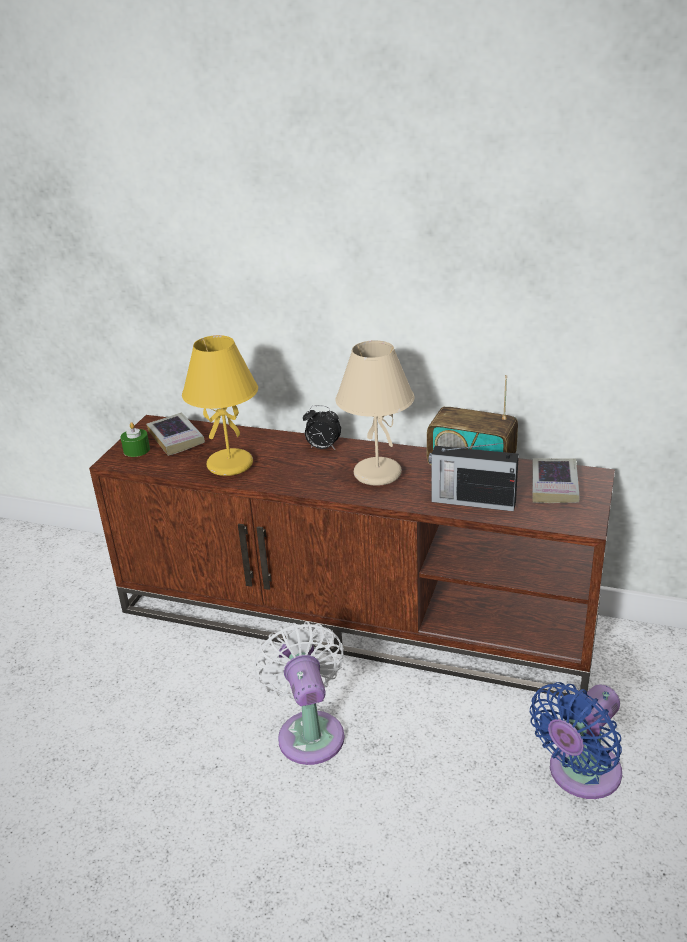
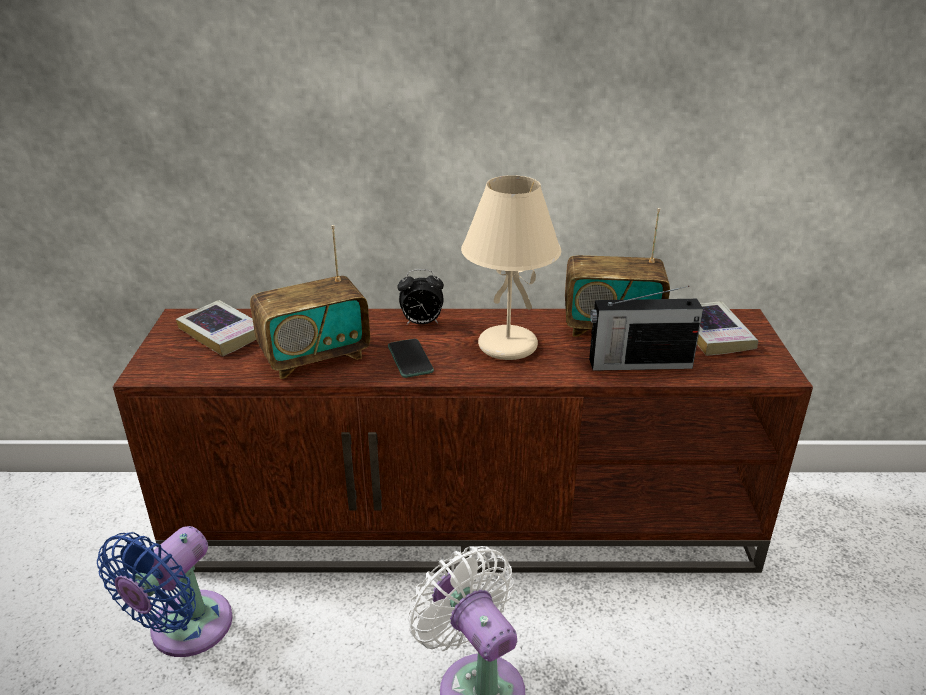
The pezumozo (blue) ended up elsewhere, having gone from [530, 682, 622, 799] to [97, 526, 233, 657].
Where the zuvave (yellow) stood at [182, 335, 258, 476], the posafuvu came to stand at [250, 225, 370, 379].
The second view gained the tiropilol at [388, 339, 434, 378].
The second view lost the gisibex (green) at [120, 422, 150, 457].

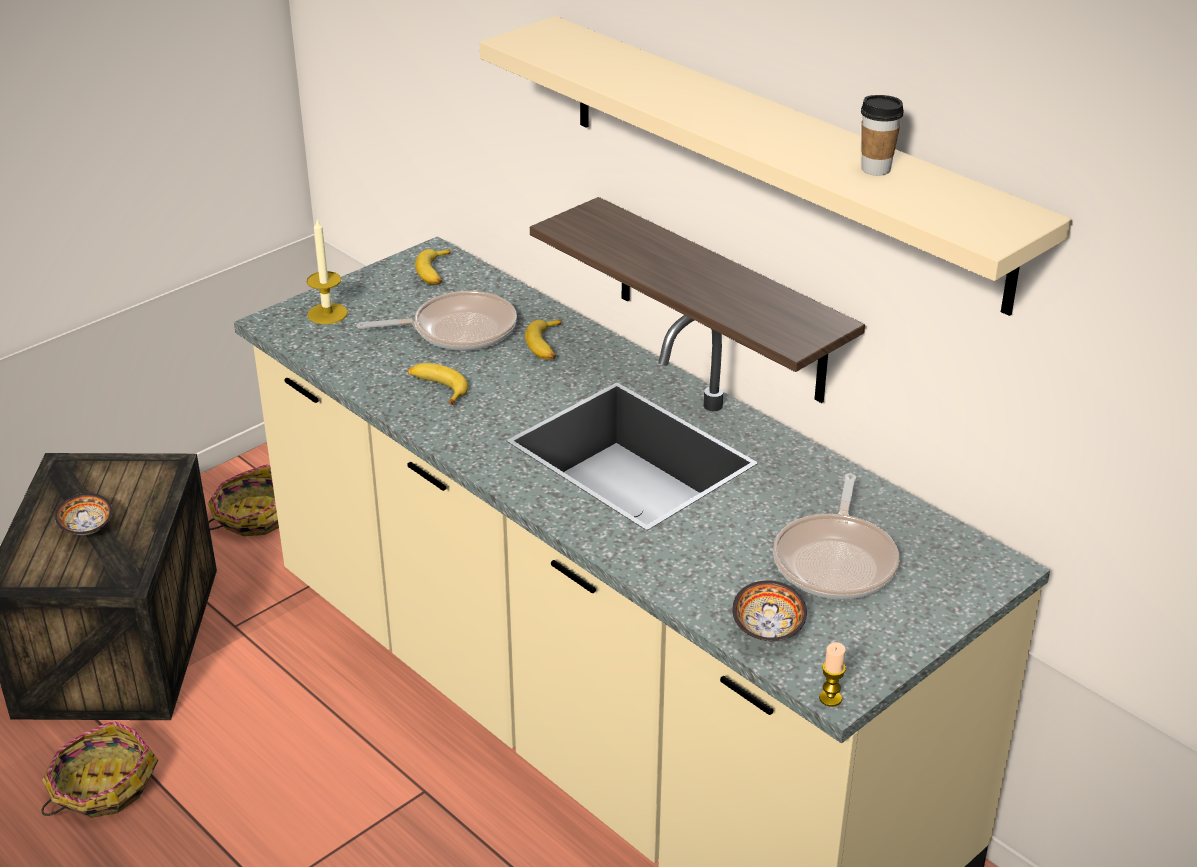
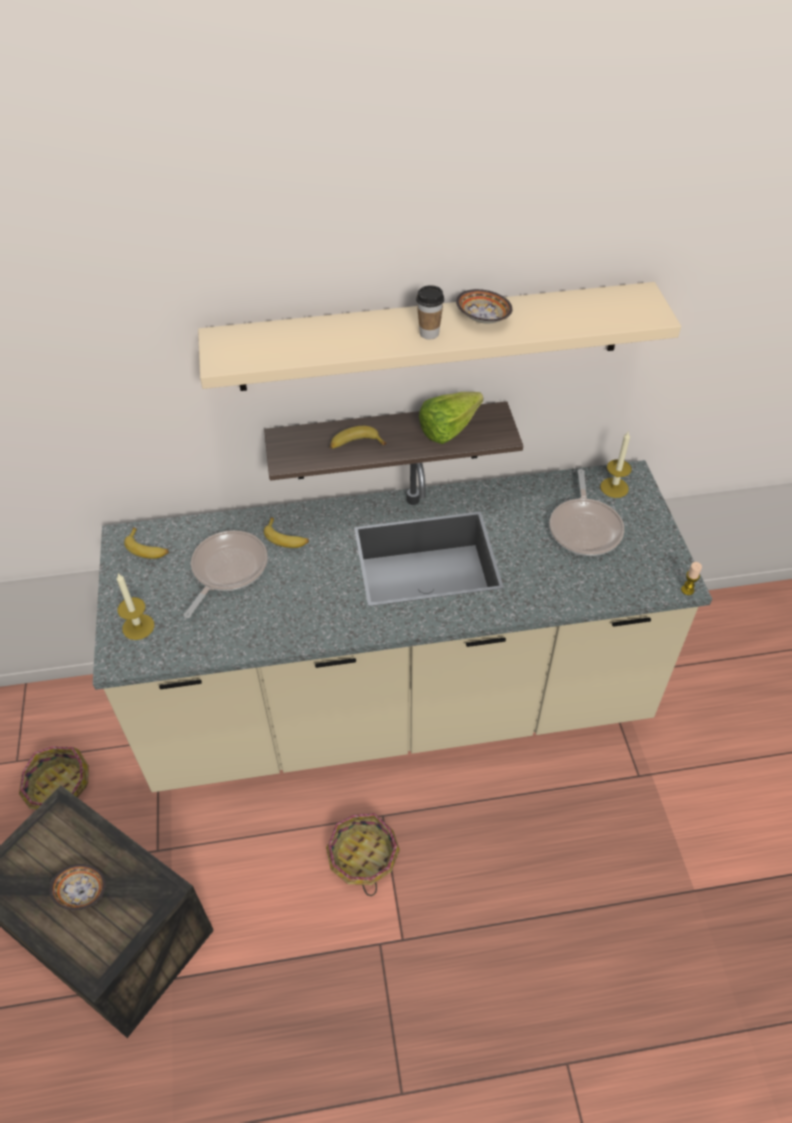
The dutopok ended up elsewhere, having gone from [41, 721, 159, 818] to [326, 813, 400, 896].
The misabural ended up elsewhere, having gone from [408, 363, 468, 405] to [330, 426, 387, 449].
The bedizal ended up elsewhere, having gone from [861, 95, 904, 176] to [416, 285, 444, 339].
The second view gained the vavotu at [419, 392, 483, 444].
The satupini ended up elsewhere, having gone from [732, 580, 807, 641] to [456, 289, 512, 324].
The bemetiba at [773, 473, 899, 599] ended up facing another way, 45 degrees clockwise from before.
The second view gained the gisibex at [600, 432, 632, 498].

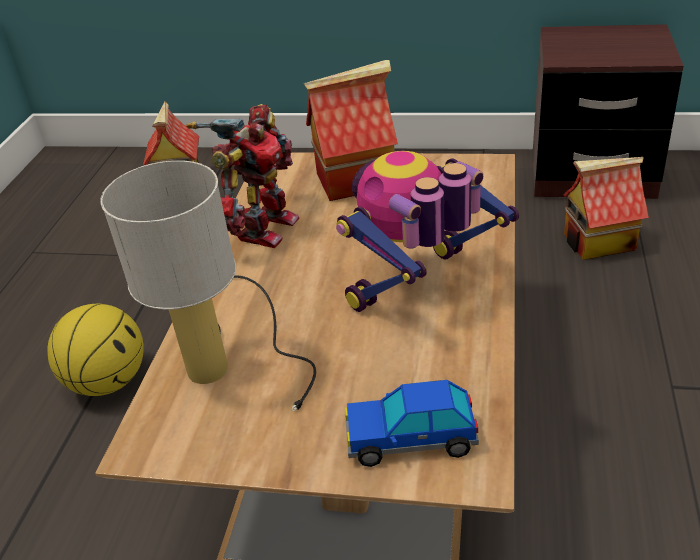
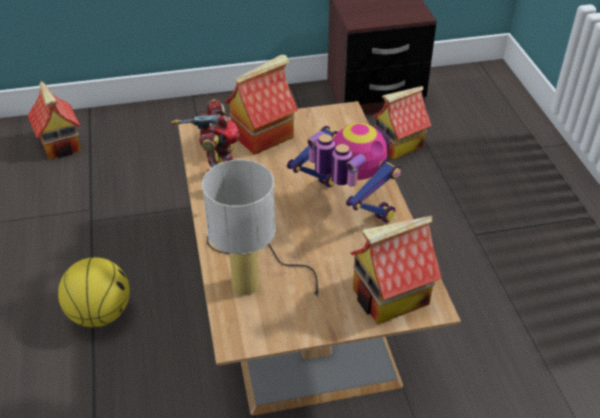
The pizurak at [336, 151, 519, 312] ended up facing another way, 105 degrees clockwise from before.
Where the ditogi stood at [345, 380, 479, 467], the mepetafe came to stand at [351, 216, 442, 324].

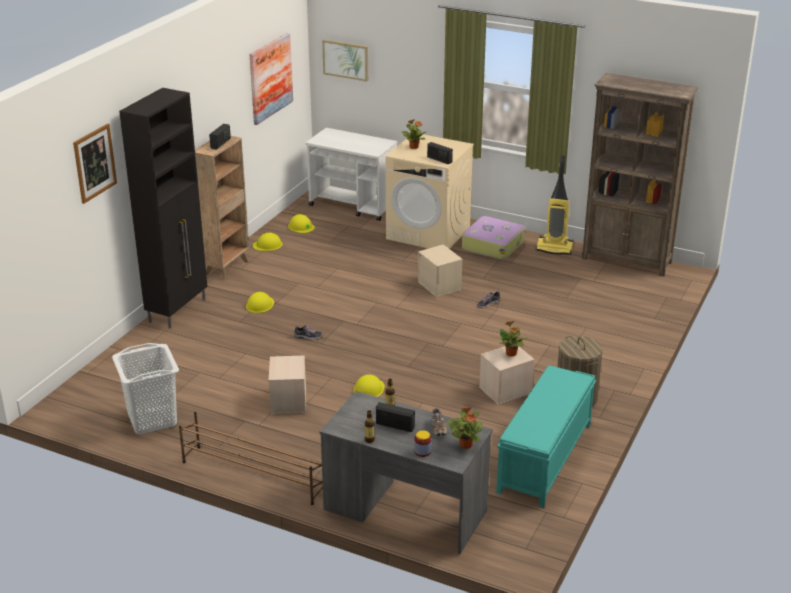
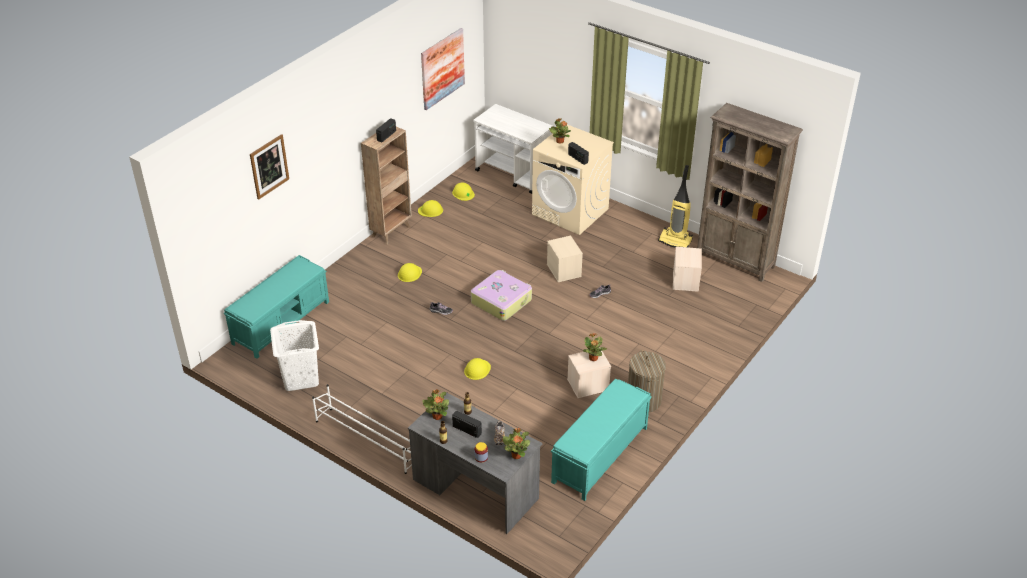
The second view gained the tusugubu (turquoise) at [224, 255, 329, 359].
What was the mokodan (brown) at [179, 412, 323, 505] turned into the mokodan (white) at [312, 384, 412, 474].
The second view gained the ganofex at [422, 389, 449, 420].
The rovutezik ended up elsewhere, having gone from [462, 216, 525, 260] to [471, 270, 532, 321].
The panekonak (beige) ended up elsewhere, having gone from [269, 355, 306, 414] to [673, 247, 702, 292].
The second view lost the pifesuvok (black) at [119, 88, 208, 329].
The second view lost the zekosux at [322, 39, 368, 82].

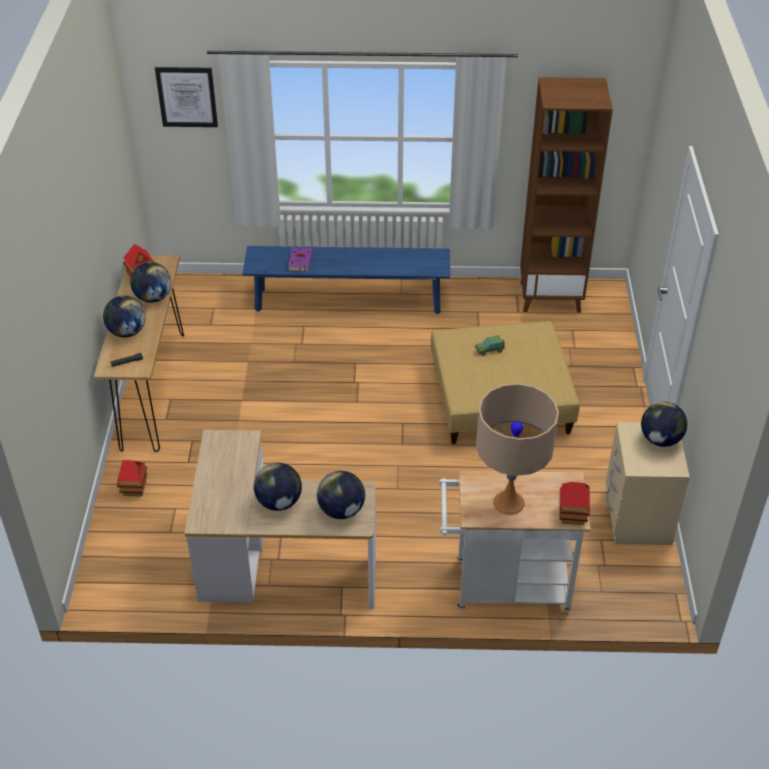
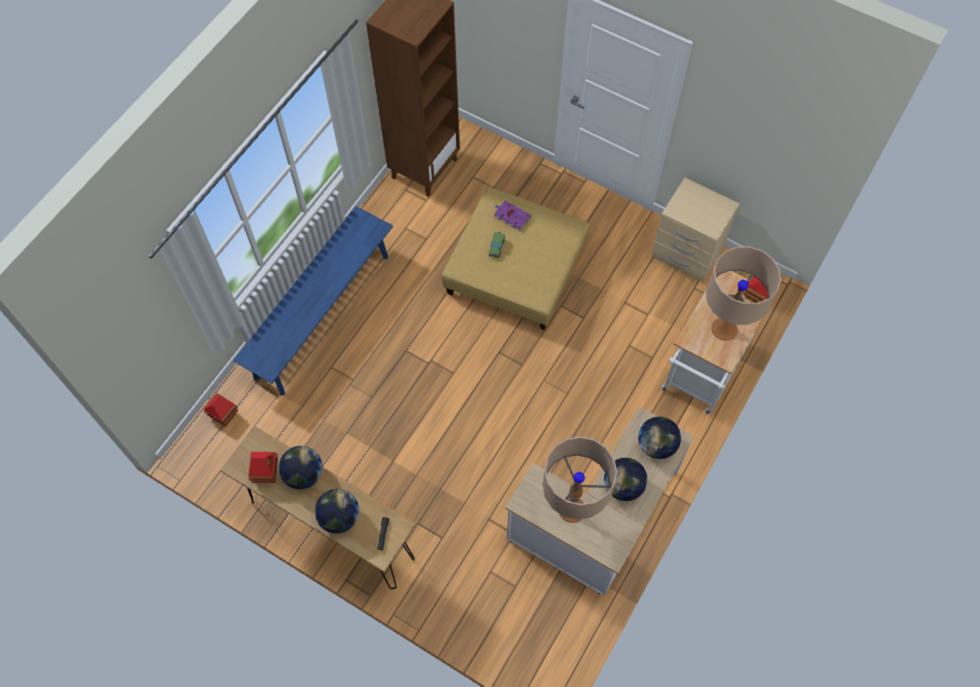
The mepetafe ended up elsewhere, having gone from [117, 460, 147, 497] to [204, 393, 238, 426].
The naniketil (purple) ended up elsewhere, having gone from [288, 247, 313, 272] to [494, 201, 531, 231].
The second view gained the zuvave (beige) at [542, 436, 617, 523].
The second view lost the zekosux at [155, 67, 218, 127].
The second view lost the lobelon at [641, 402, 687, 447].

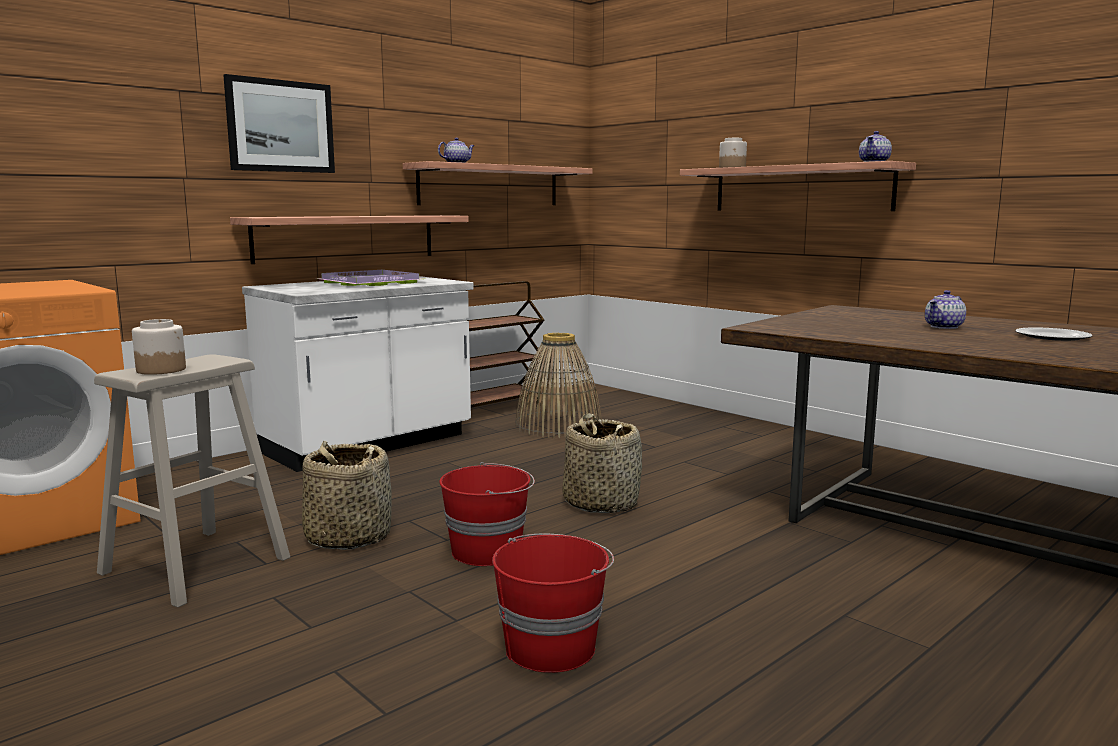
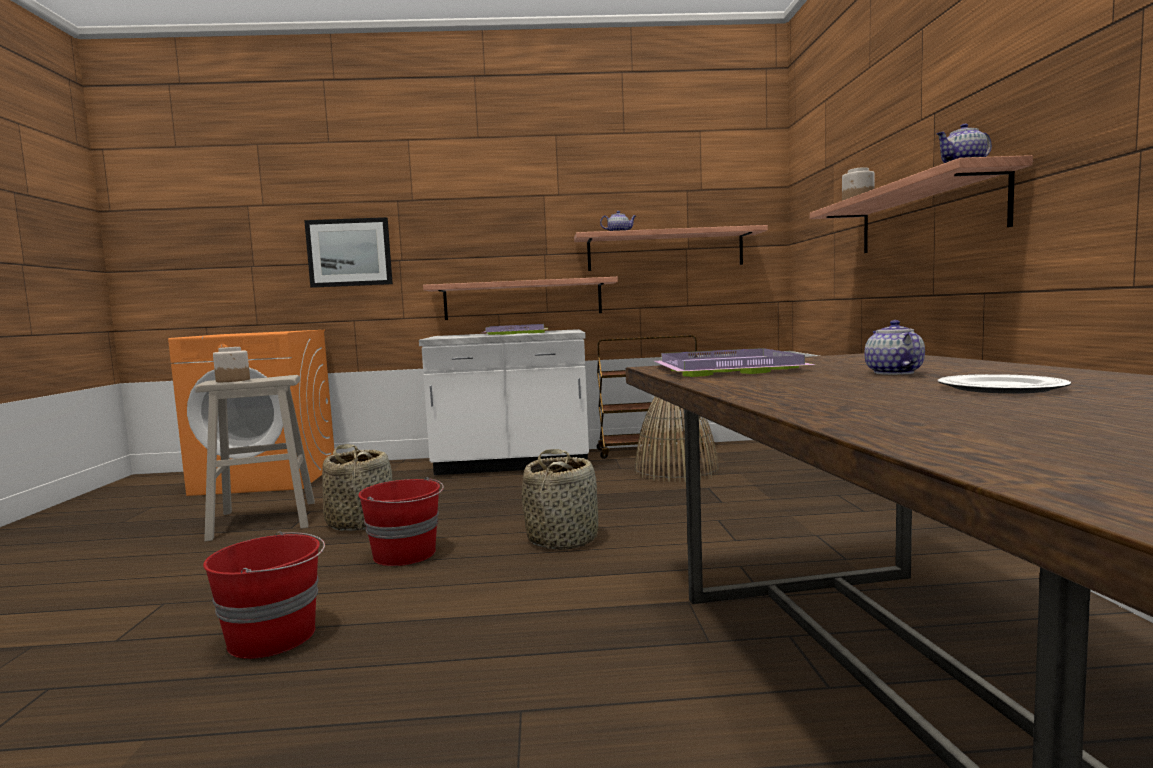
The zekosux ended up elsewhere, having gone from [223, 74, 335, 173] to [304, 217, 393, 288].
The second view gained the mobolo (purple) at [654, 348, 816, 377].
The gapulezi at [925, 290, 966, 329] ended up facing another way, 90 degrees clockwise from before.

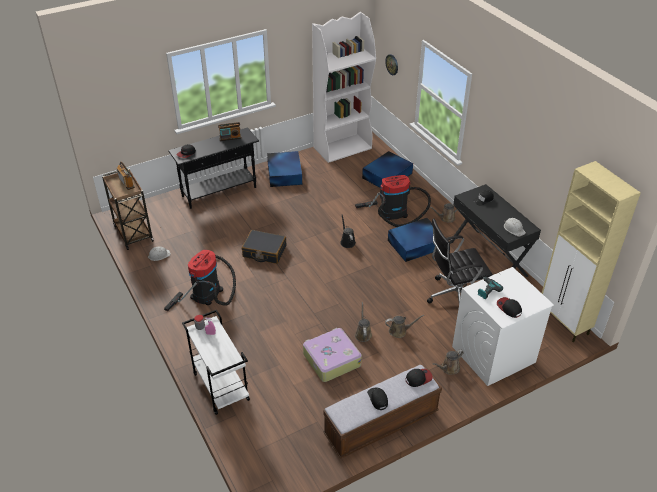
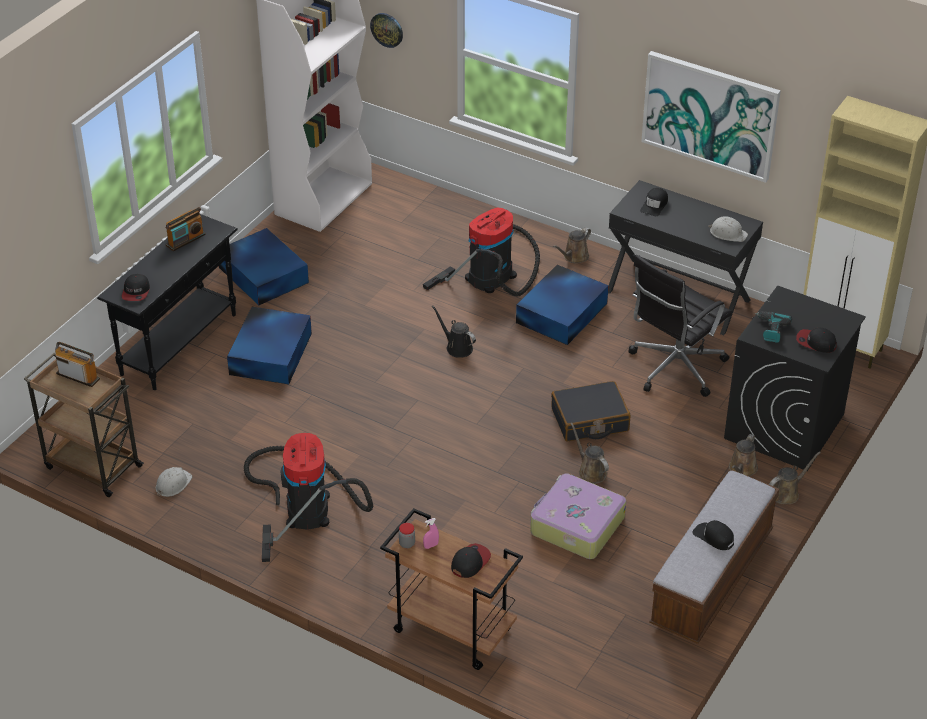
The panekonak (blue) ended up elsewhere, having gone from [362, 151, 413, 188] to [227, 307, 312, 384].
What was the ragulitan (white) at [182, 309, 250, 415] turned into the ragulitan (brown) at [380, 508, 523, 670].
The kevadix ended up elsewhere, having gone from [405, 369, 433, 387] to [451, 543, 491, 578].
The rovutezik (black) ended up elsewhere, having gone from [242, 230, 287, 264] to [551, 381, 630, 441].
The second view gained the zekosux at [641, 51, 781, 183].
What was the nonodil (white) at [452, 267, 554, 386] turned into the nonodil (black) at [724, 286, 866, 471].
The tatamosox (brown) ended up elsewhere, having gone from [385, 315, 424, 338] to [769, 451, 821, 504].

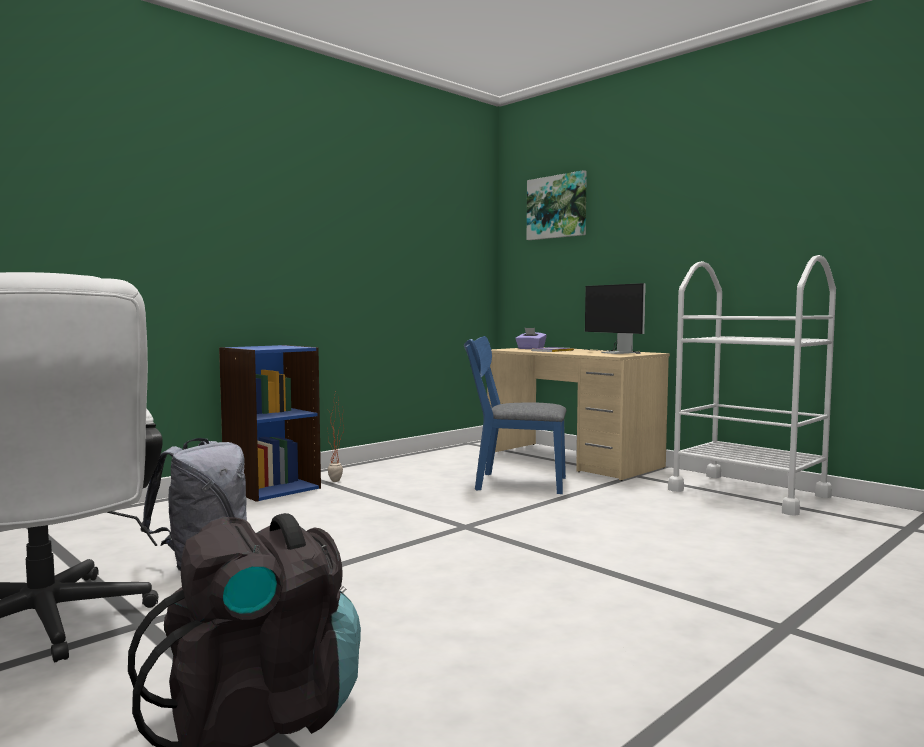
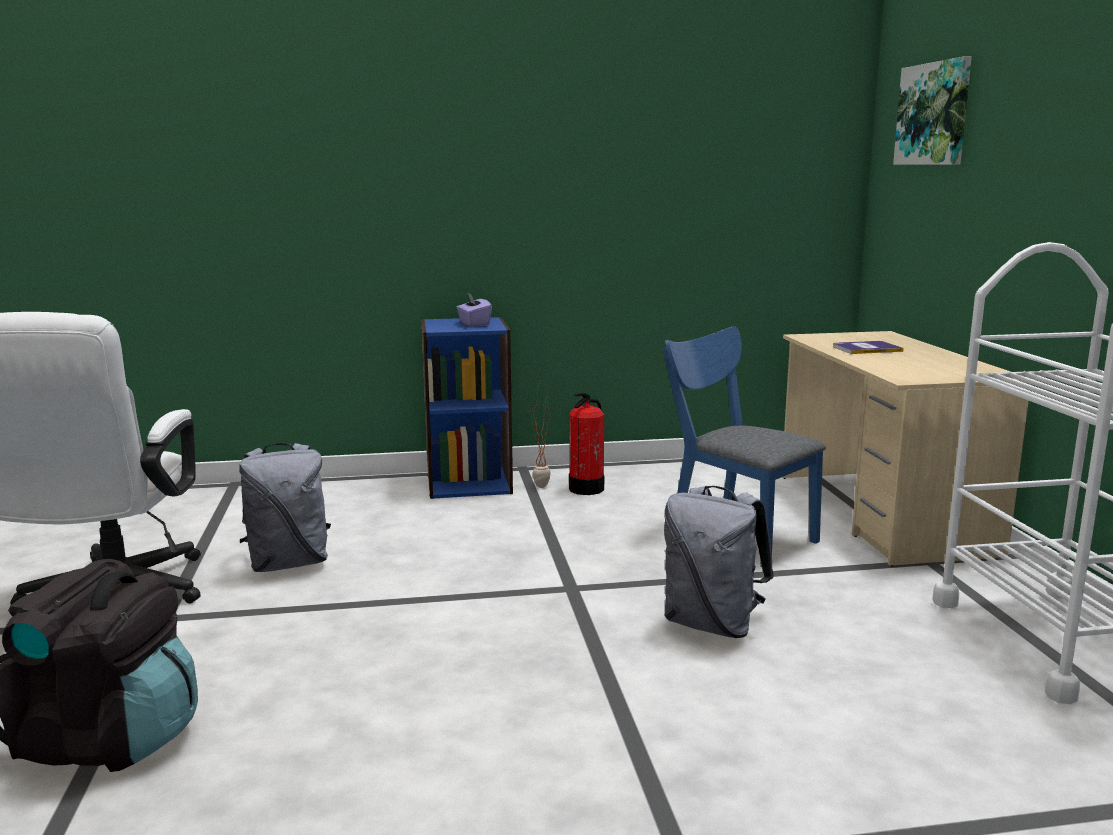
The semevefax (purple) ended up elsewhere, having gone from [515, 328, 547, 349] to [457, 292, 492, 327].
The second view gained the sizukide at [569, 393, 604, 495].
The second view gained the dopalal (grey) at [664, 486, 774, 638].
The second view lost the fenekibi at [583, 283, 646, 354].

